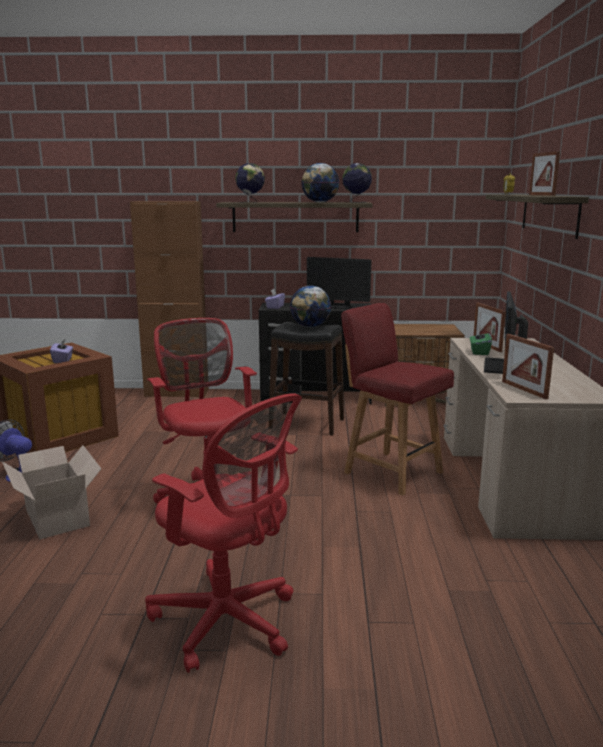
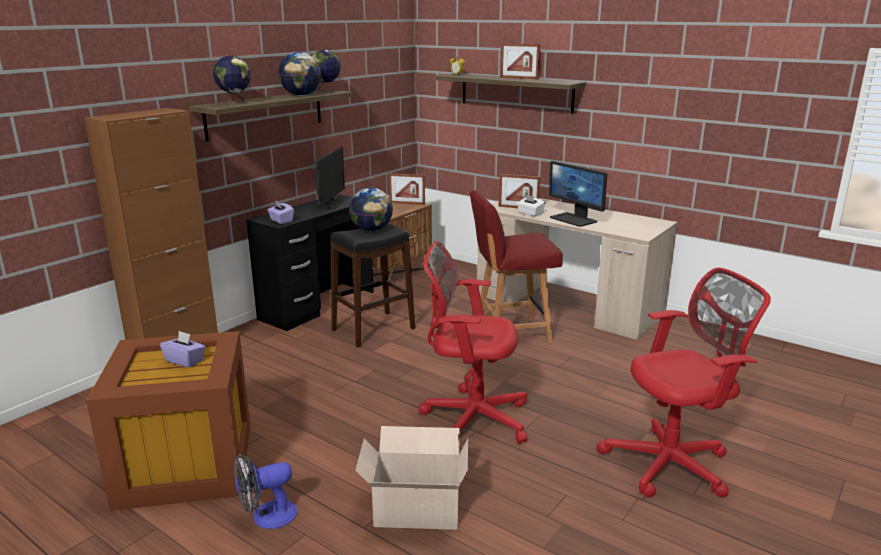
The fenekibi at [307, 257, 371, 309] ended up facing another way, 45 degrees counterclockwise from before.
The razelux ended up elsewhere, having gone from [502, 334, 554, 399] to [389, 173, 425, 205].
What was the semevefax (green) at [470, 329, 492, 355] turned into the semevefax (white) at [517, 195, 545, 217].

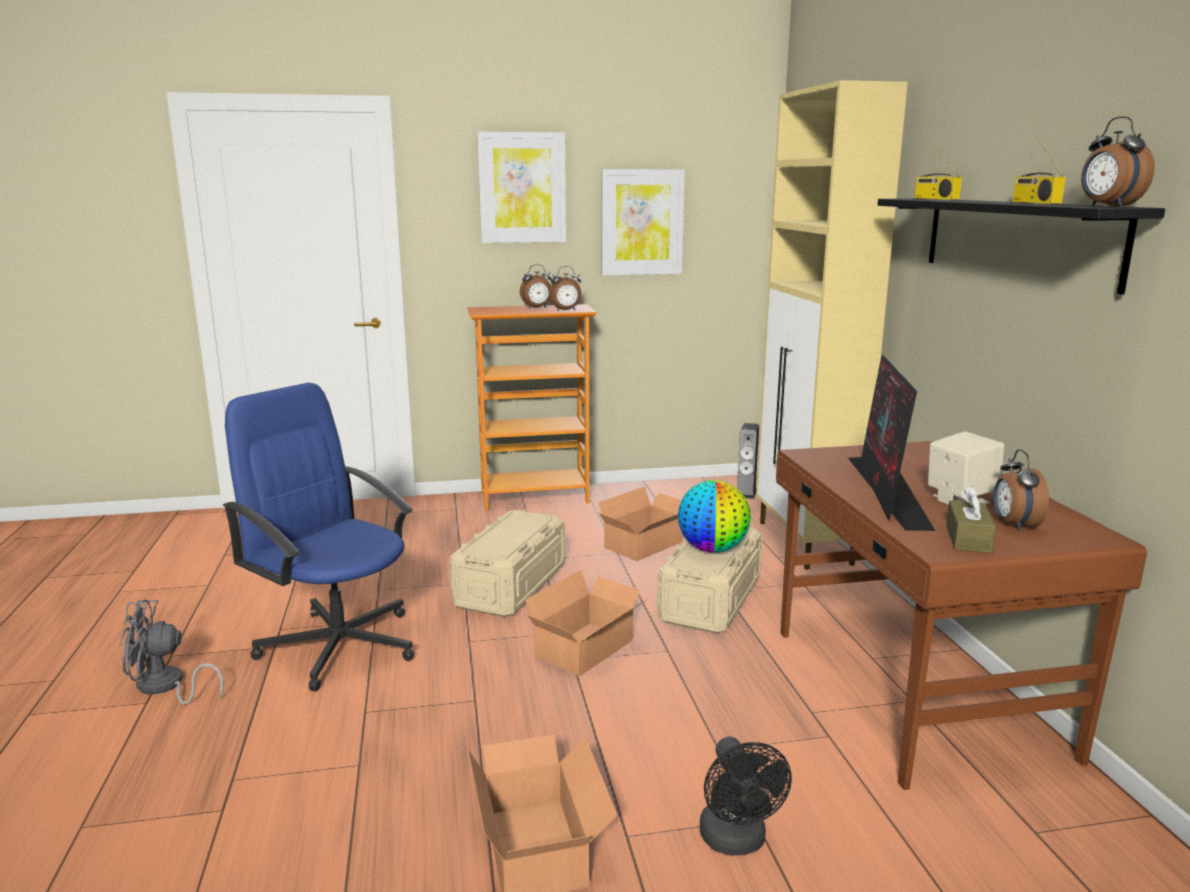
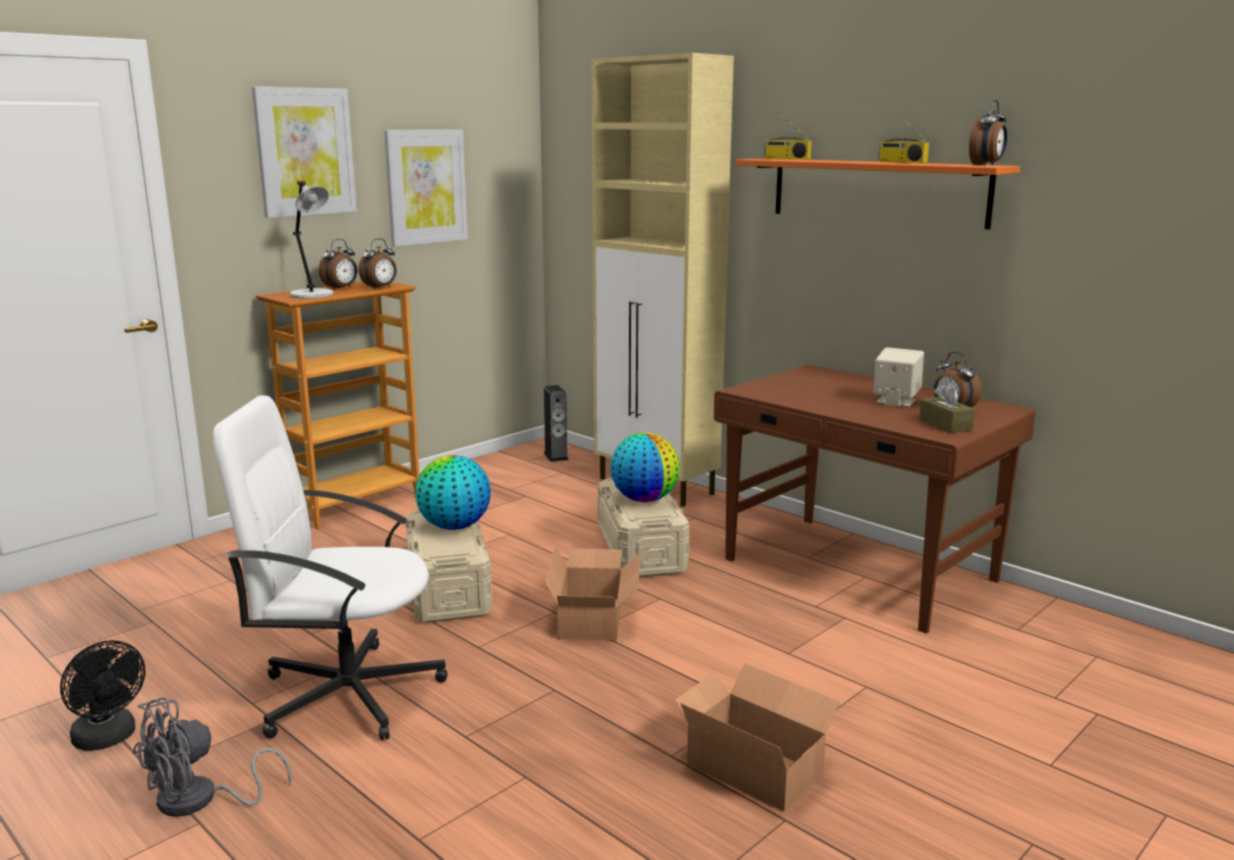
The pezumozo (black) ended up elsewhere, having gone from [700, 737, 792, 856] to [60, 640, 145, 751].
What was the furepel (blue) at [222, 383, 414, 691] turned into the furepel (white) at [213, 395, 447, 740].
The second view gained the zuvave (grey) at [290, 181, 333, 298].
The second view gained the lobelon at [415, 455, 491, 530].
What was the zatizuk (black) at [878, 199, 1165, 295] turned into the zatizuk (orange) at [735, 158, 1020, 229].
The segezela at [1081, 116, 1155, 207] ended up facing another way, 90 degrees counterclockwise from before.
The second view lost the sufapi at [598, 487, 682, 561].
The second view lost the fenekibi at [848, 355, 935, 531].

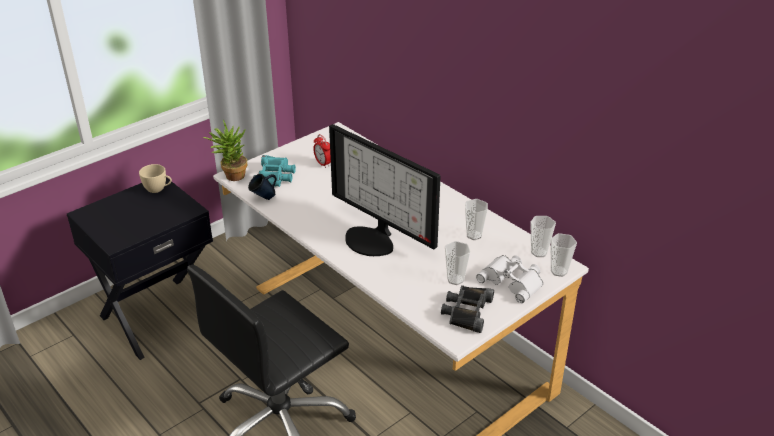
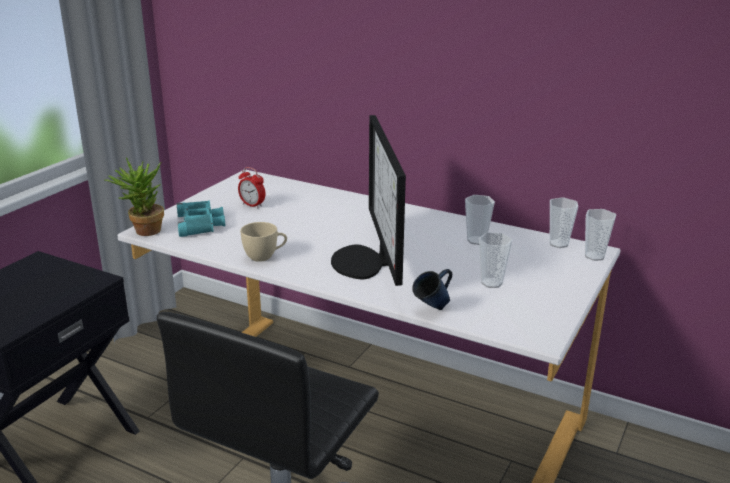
The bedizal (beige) ended up elsewhere, having gone from [139, 164, 172, 193] to [240, 222, 287, 262].
The fenekibi at [329, 124, 441, 256] ended up facing another way, 60 degrees clockwise from before.
The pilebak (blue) ended up elsewhere, having gone from [248, 174, 277, 200] to [412, 269, 452, 310].
The second view lost the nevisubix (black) at [441, 285, 494, 333].
The second view lost the nevisubix (white) at [476, 255, 543, 303].

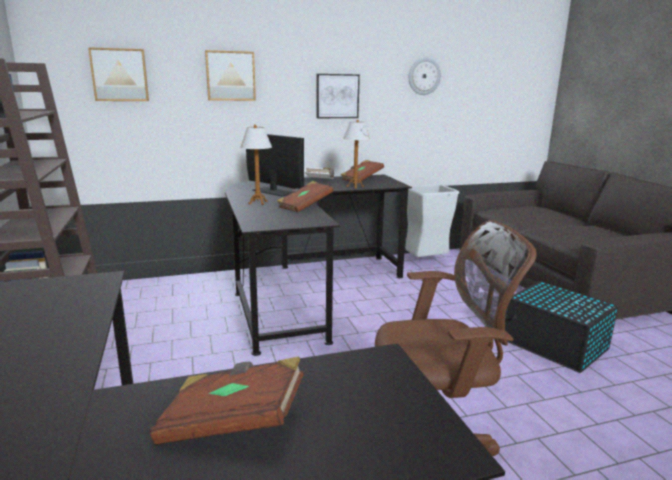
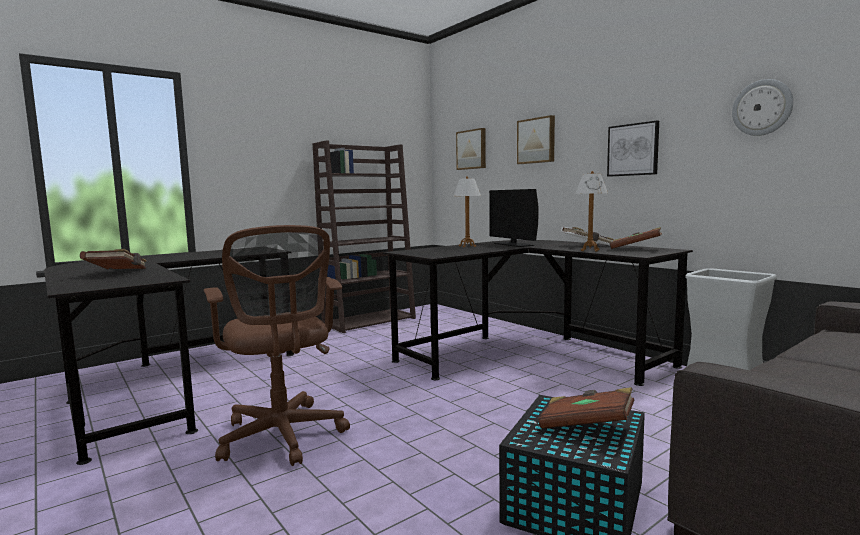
The fenekibi at [246, 134, 304, 197] ended up facing another way, 135 degrees clockwise from before.
The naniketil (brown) ended up elsewhere, having gone from [277, 181, 334, 213] to [538, 387, 634, 429].

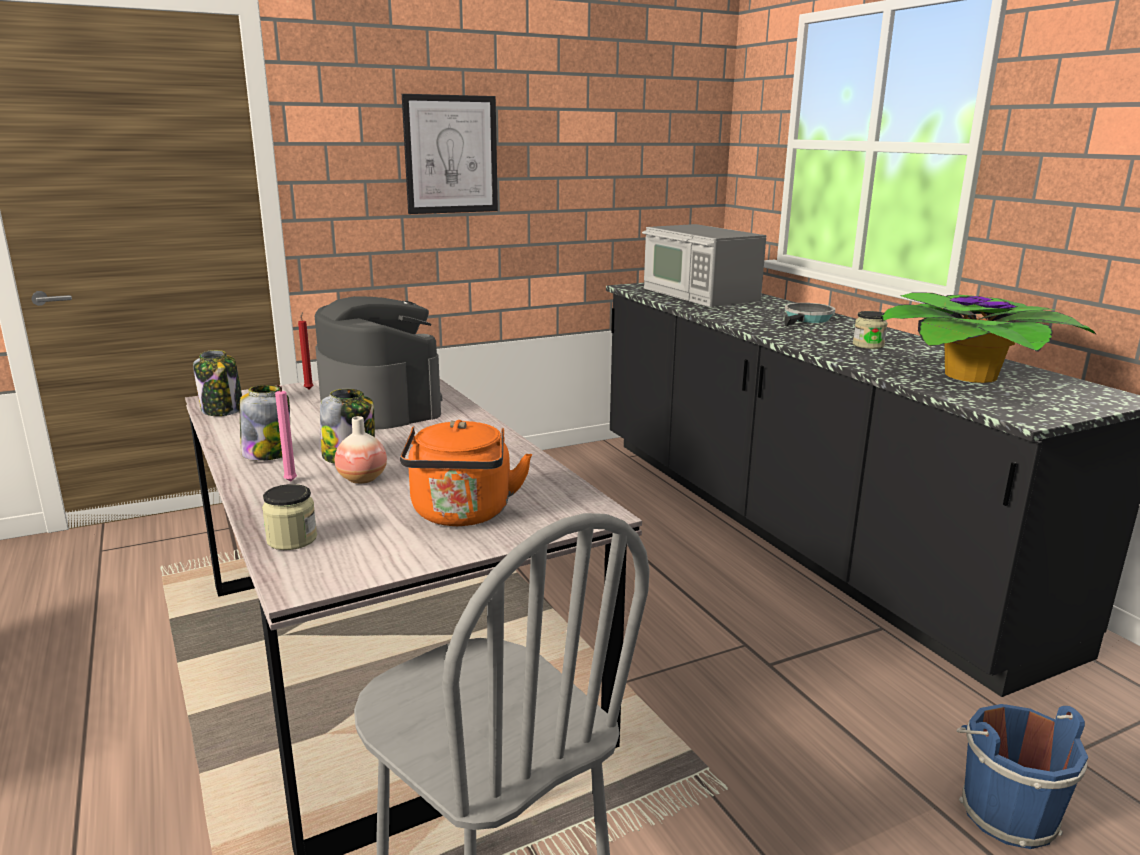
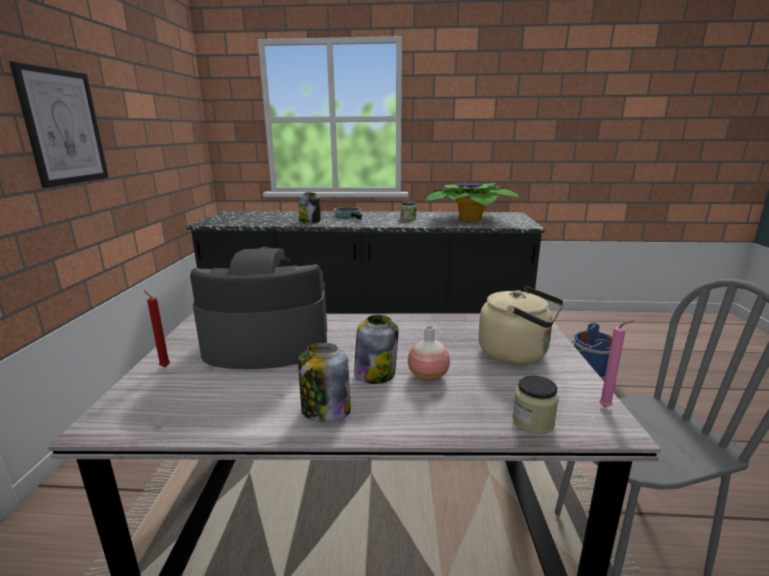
The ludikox ended up elsewhere, having gone from [193, 350, 242, 416] to [299, 192, 321, 223].
What was the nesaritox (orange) at [400, 420, 532, 526] turned into the nesaritox (beige) at [478, 286, 564, 365].
The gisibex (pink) ended up elsewhere, having gone from [275, 385, 297, 482] to [599, 321, 634, 407].
The second view lost the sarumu at [642, 224, 766, 307].

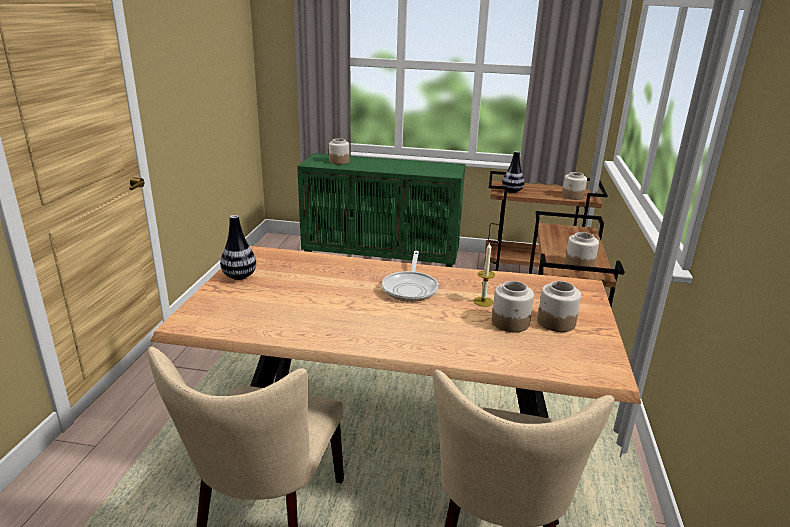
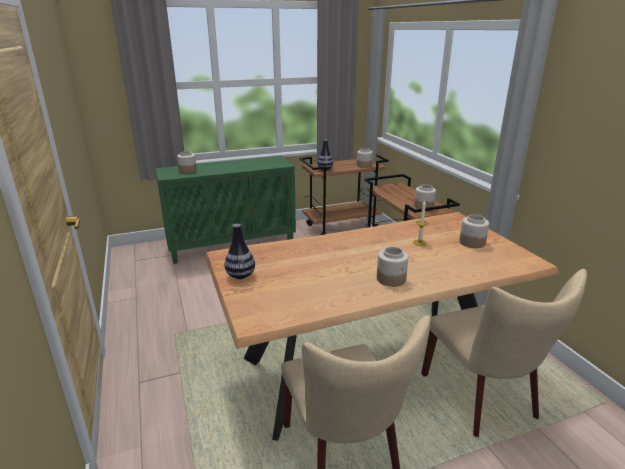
The ludikox ended up elsewhere, having gone from [492, 281, 534, 332] to [377, 247, 408, 287].
The second view lost the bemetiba at [382, 251, 438, 302].

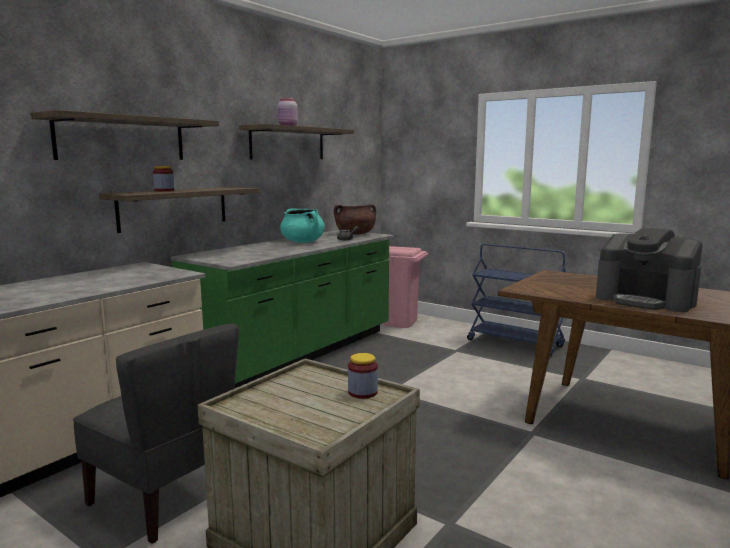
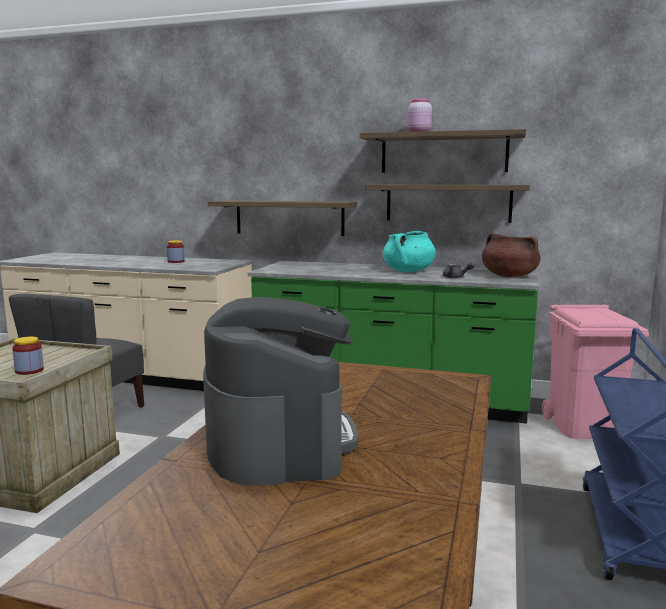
The ludikox ended up elsewhere, having gone from [153, 166, 174, 191] to [167, 240, 184, 263].
The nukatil at [596, 228, 703, 312] ended up facing another way, 150 degrees clockwise from before.
The zatizuk ended up elsewhere, having gone from [31, 110, 219, 160] to [365, 185, 530, 223].

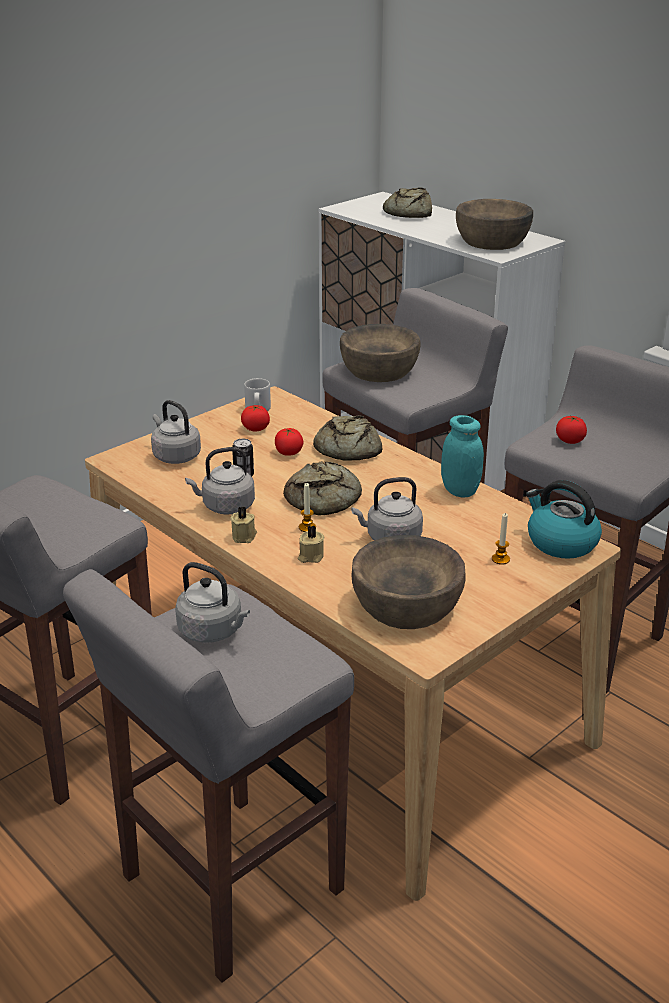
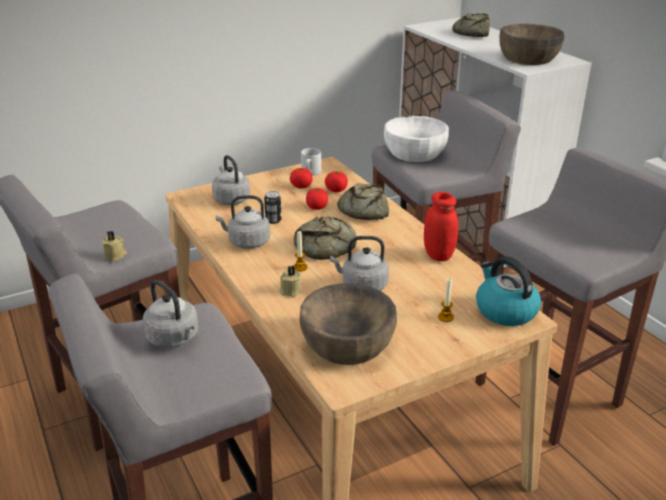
The gisibex (beige) ended up elsewhere, having gone from [230, 506, 257, 543] to [102, 230, 127, 261].
The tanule ended up elsewhere, having gone from [556, 416, 587, 444] to [325, 171, 348, 192].
What was the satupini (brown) at [340, 324, 420, 382] turned into the satupini (white) at [384, 116, 449, 162].
What was the ludikox (turquoise) at [441, 415, 484, 497] turned into the ludikox (red) at [424, 192, 458, 261].

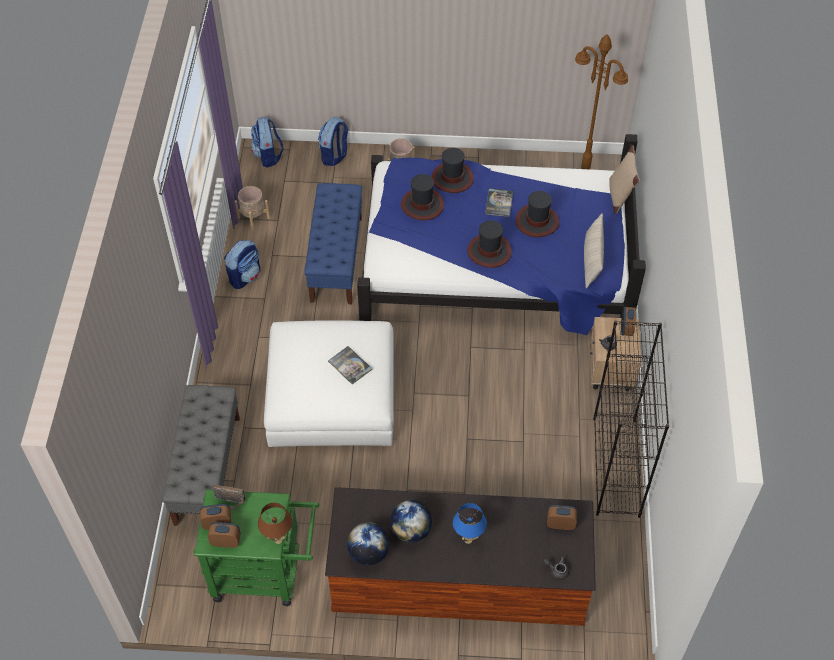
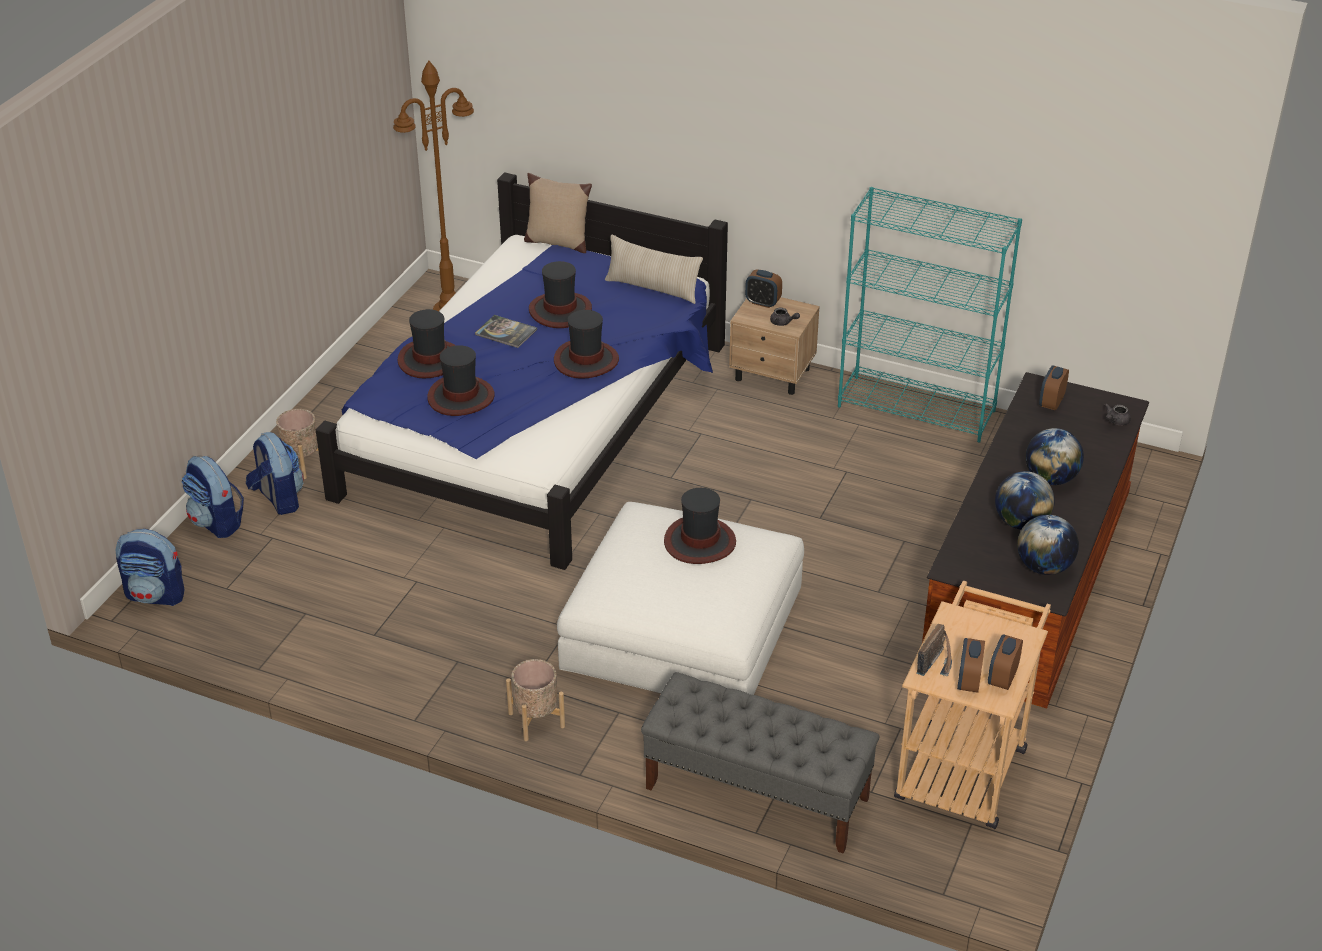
The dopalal ended up elsewhere, having gone from [224, 240, 261, 289] to [246, 432, 304, 515].
The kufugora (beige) ended up elsewhere, having gone from [235, 186, 270, 231] to [506, 659, 565, 741].
Where the naniketil stood at [328, 346, 372, 384], the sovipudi came to stand at [664, 488, 736, 564].
What was the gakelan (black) at [593, 320, 669, 518] turned into the gakelan (turquoise) at [838, 187, 1022, 443].
What was the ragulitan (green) at [194, 490, 319, 606] turned into the ragulitan (beige) at [894, 581, 1051, 829].
Where the zuvave (blue) stood at [453, 503, 487, 544], the lobelon came to stand at [1026, 428, 1084, 485].
The second view lost the zuvave (brown) at [258, 503, 292, 544].
The second view lost the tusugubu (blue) at [304, 183, 362, 304].

